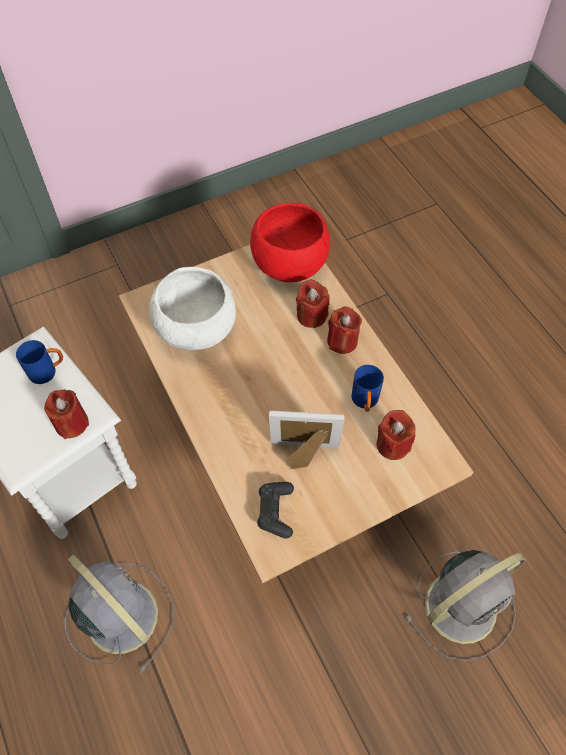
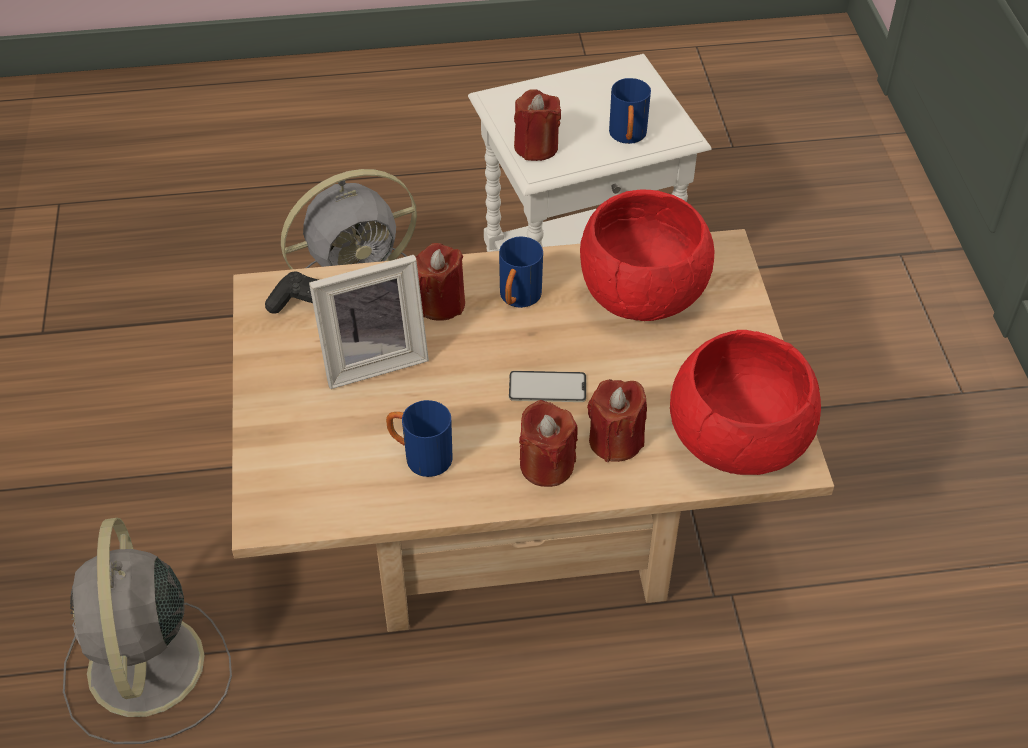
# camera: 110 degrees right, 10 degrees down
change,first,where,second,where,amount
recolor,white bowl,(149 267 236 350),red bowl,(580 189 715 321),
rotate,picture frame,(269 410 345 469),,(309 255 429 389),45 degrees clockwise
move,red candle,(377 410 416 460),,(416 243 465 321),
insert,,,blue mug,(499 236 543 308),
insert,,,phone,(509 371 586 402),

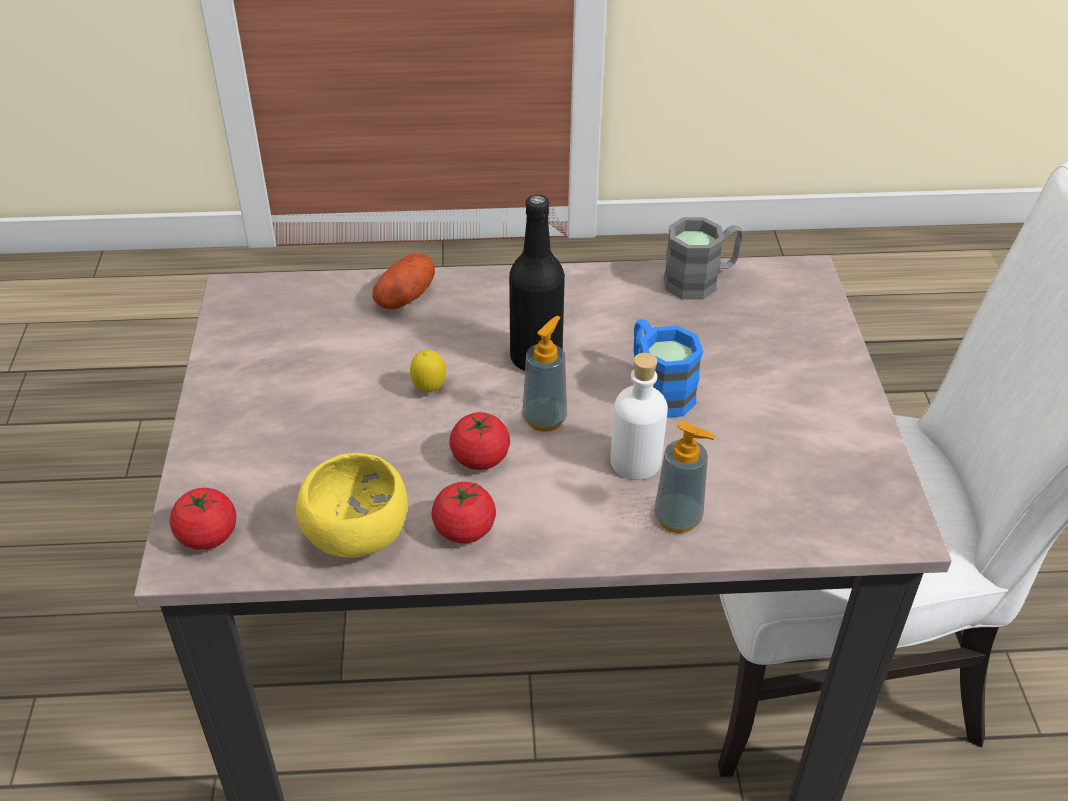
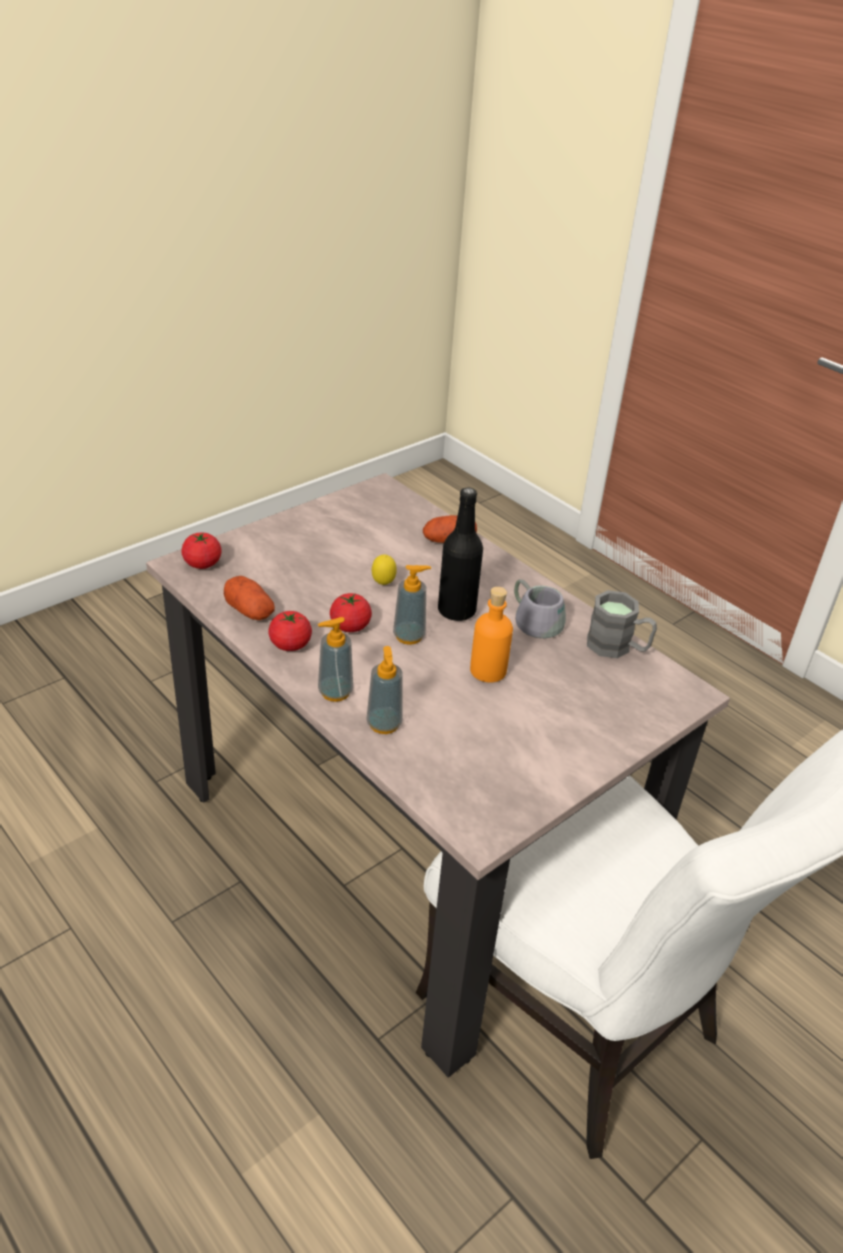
# camera: 50 degrees right, 5 degrees down
change,first,where,second,where,amount
replace,blue mug,(633 319 703 418),orange bottle,(470 587 513 683),
delete,white bottle,(610 353 668 480),,,
replace,yellow bowl,(296 453 408 557),potato,(224 576 275 620),
insert,,,grey mug,(514 579 566 638),
insert,,,soap dispenser,(318 617 353 702),

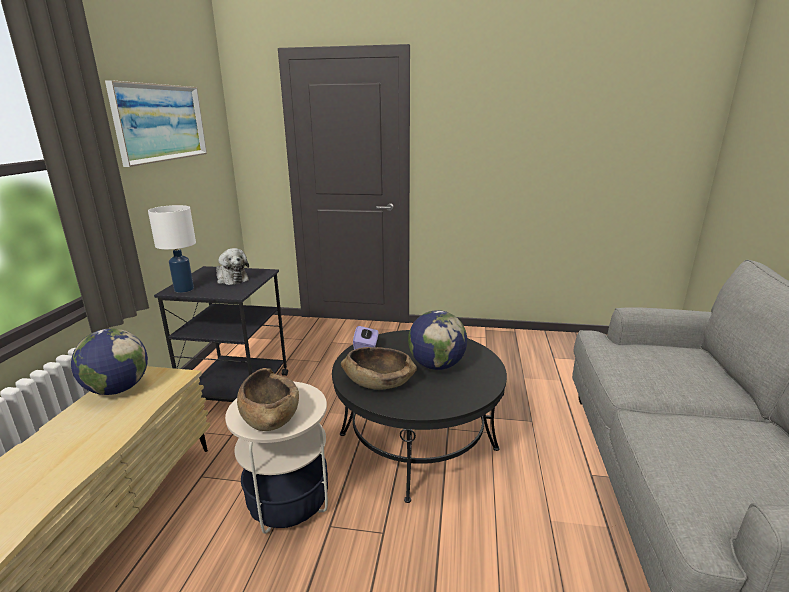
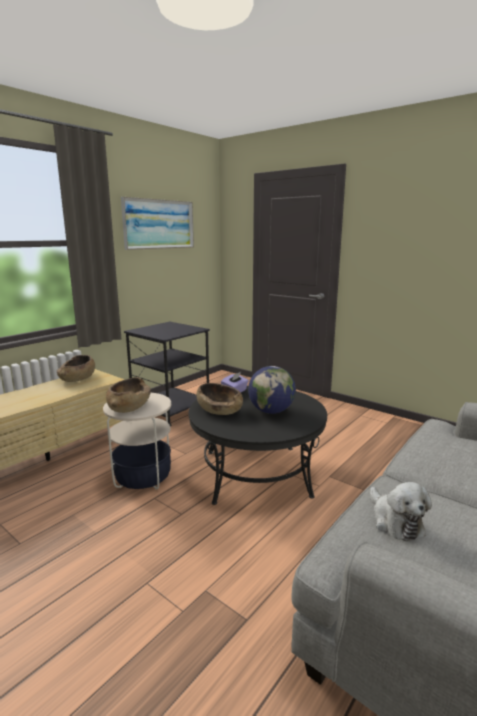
# camera: 30 degrees right, 5 degrees down
change,first,where,second,where,amount
delete,white table lamp,(148 205 196 293),,,
move,plush toy,(216 248 249 285),,(370 482 432 541),
replace,globe,(71 328 148 395),brown bowl,(57 355 95 382),

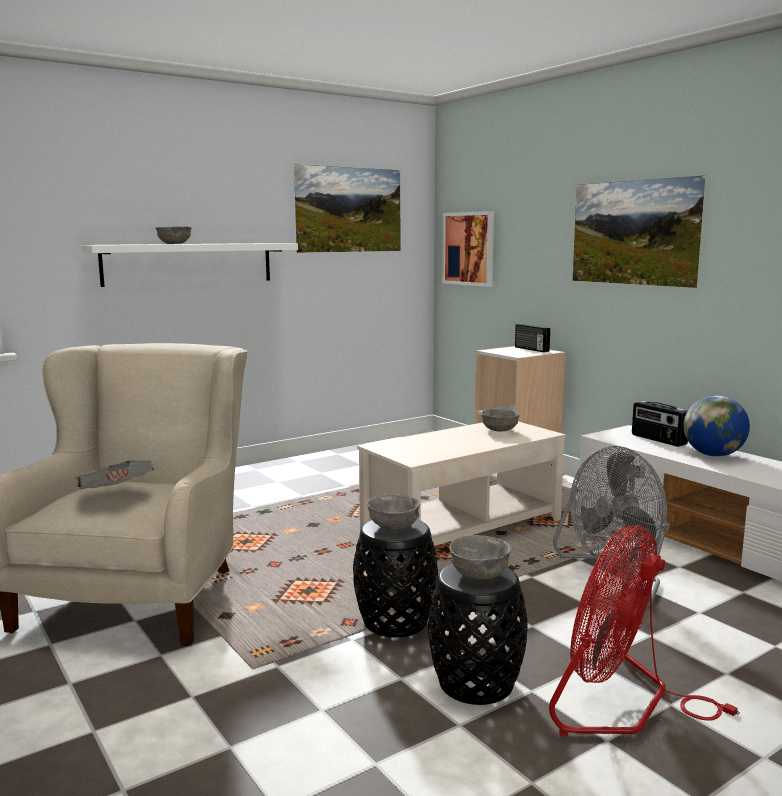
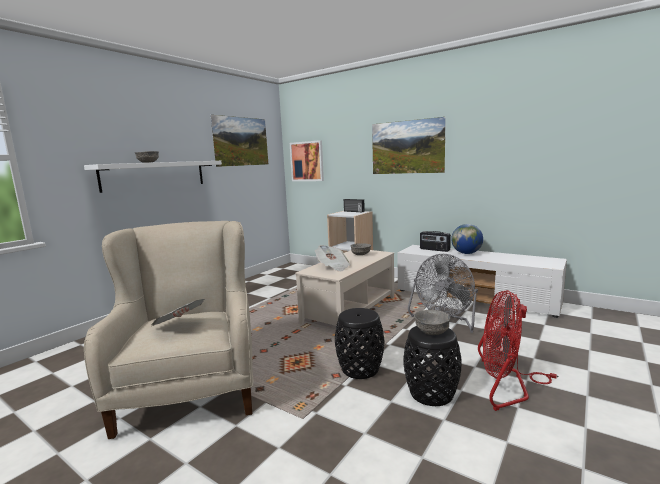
# camera: 20 degrees left, 0 degrees up
change,first,where,second,where,amount
delete,grey bowl,(367 494 420 531),,,
insert,,,newspaper,(315 245 351 272),

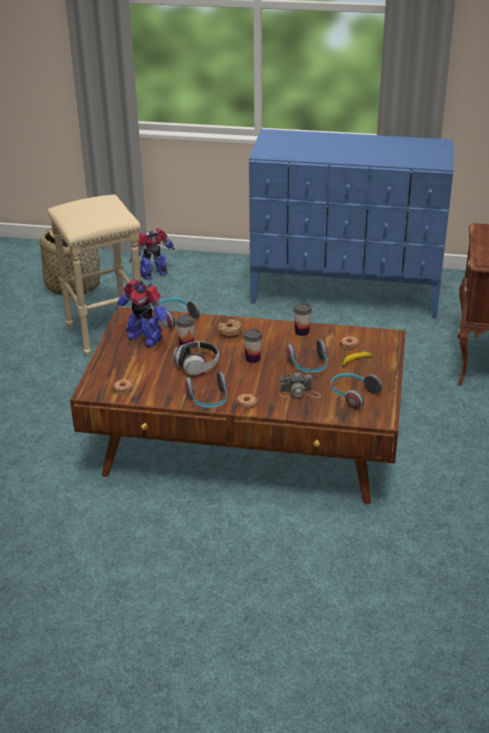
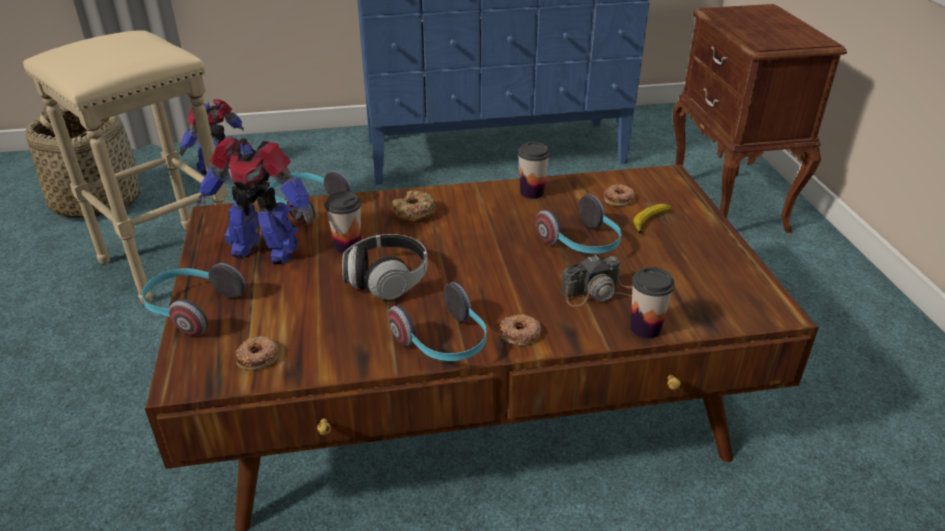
# camera: 20 degrees left, 0 degrees up
change,first,where,second,where,amount
move,cup,(243 329 263 363),,(630 267 675 339),
move,headphones,(331 373 382 409),,(142 263 246 336),

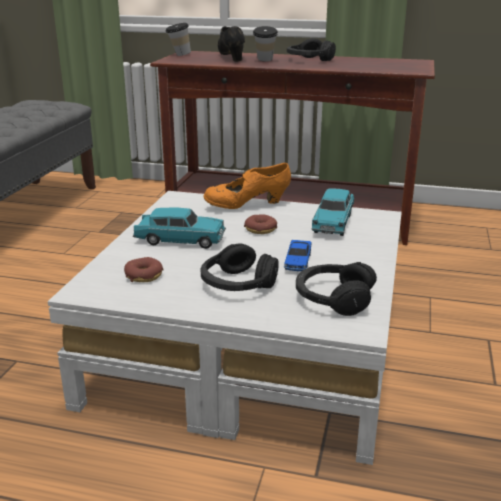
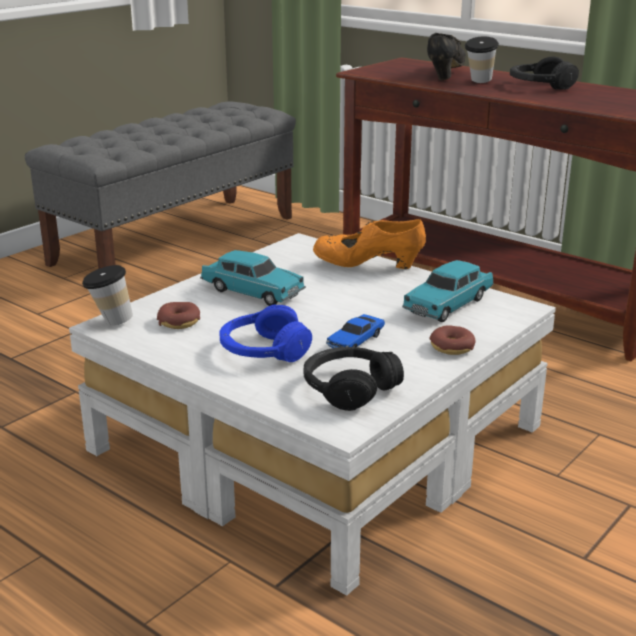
# camera: 25 degrees right, 0 degrees up
change,first,where,second,where,amount
move,cup,(165 23 191 56),,(82 265 133 326),
move,donut,(244 214 277 234),,(429 325 475 355),
recolor,black headphones,(201 244 279 291),blue headphones,(219 304 312 362),

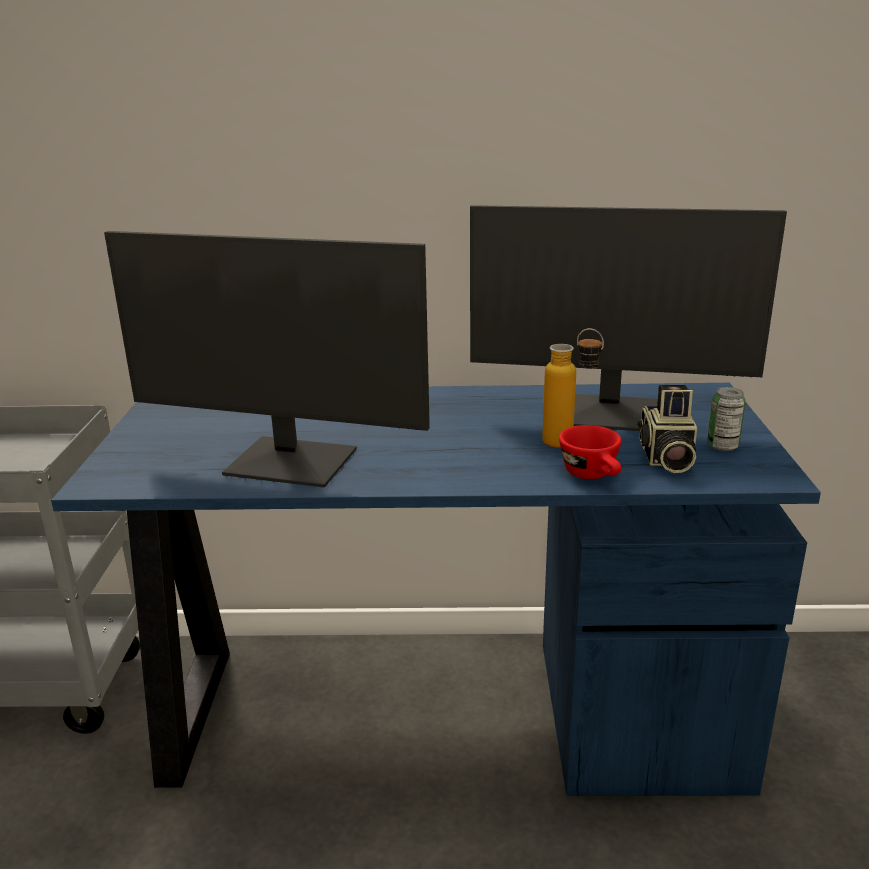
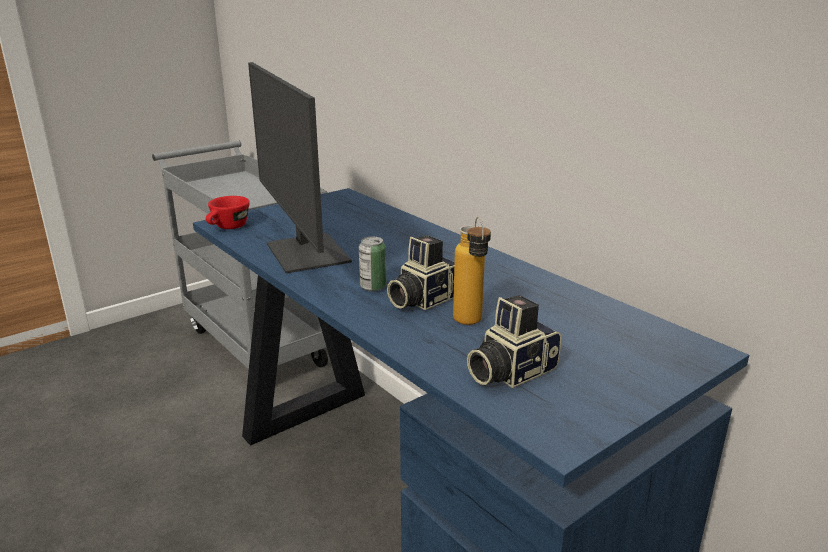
# camera: 50 degrees right, 0 degrees up
change,first,where,second,where,amount
delete,monitor,(470 205 787 431),,,
move,can,(707 387 746 451),,(359 237 386 292),
move,red cup,(559 425 621 479),,(206 196 250 229),
insert,,,photo camera,(387 235 454 310),

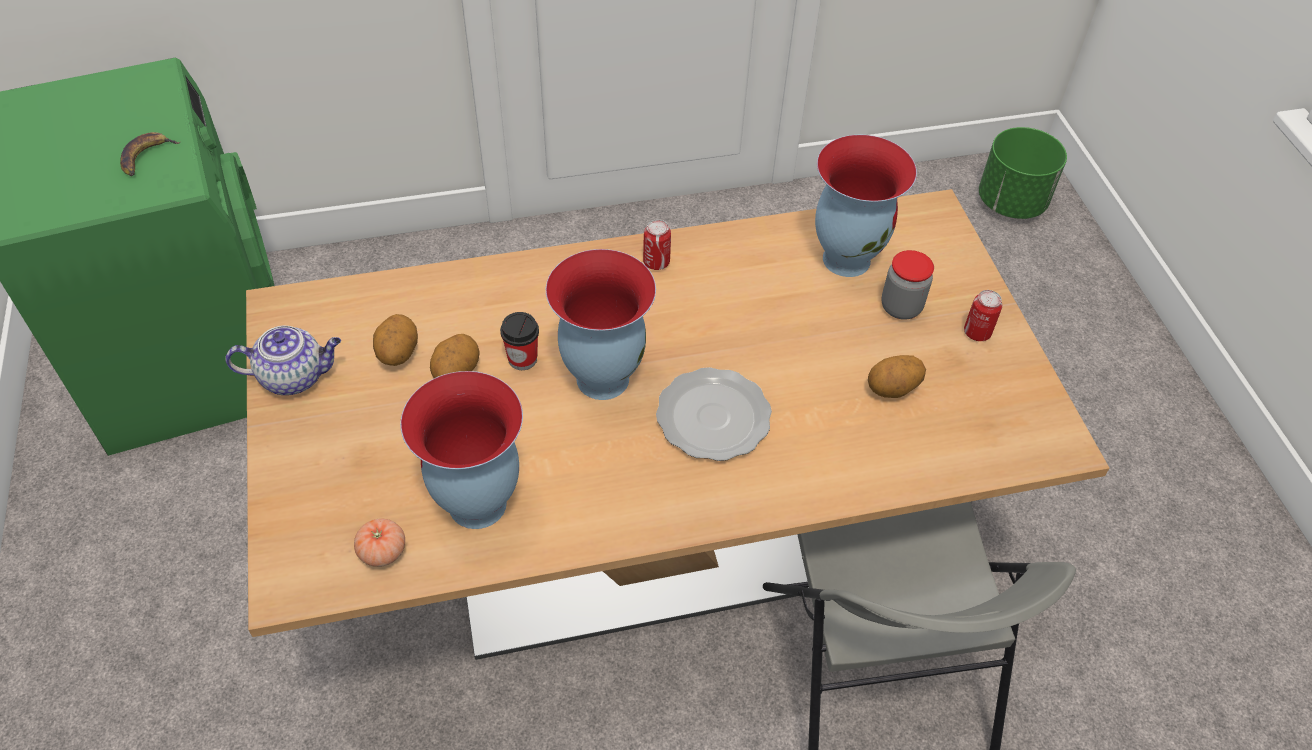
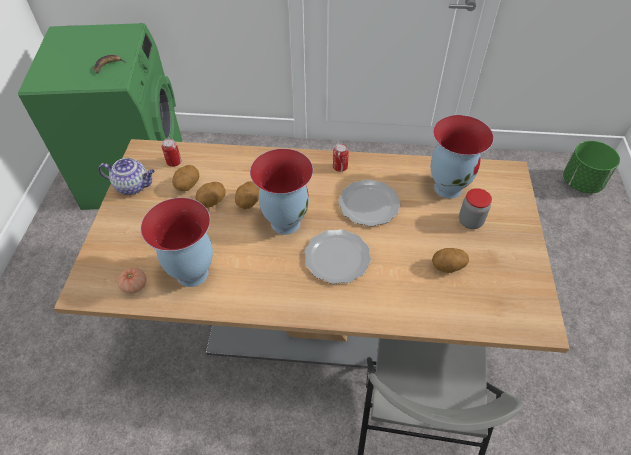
# camera: 20 degrees right, 0 degrees up
change,first,where,second,where,amount
move,can,(964 290 1002 341),,(162 138 181 167),
replace,cup,(500 312 539 370),potato,(235 181 260 209),
insert,,,plate,(338 180 401 226),

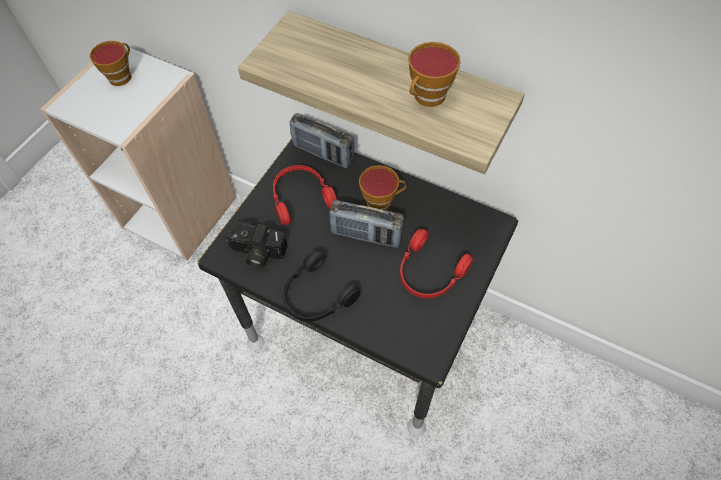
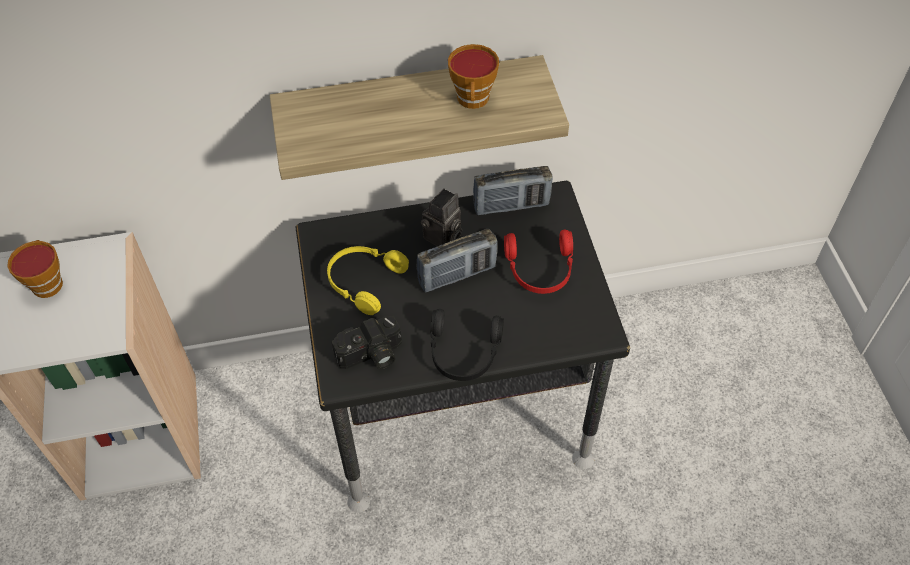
# camera: 40 degrees left, 5 degrees down
change,first,where,second,where,amount
move,radio,(290 113 355 169),,(473 166 553 215),
recolor,red headphones,(273 165 337 225),yellow headphones,(327 246 409 315),
replace,cup,(359 165 406 211),photo camera,(421 188 462 247),

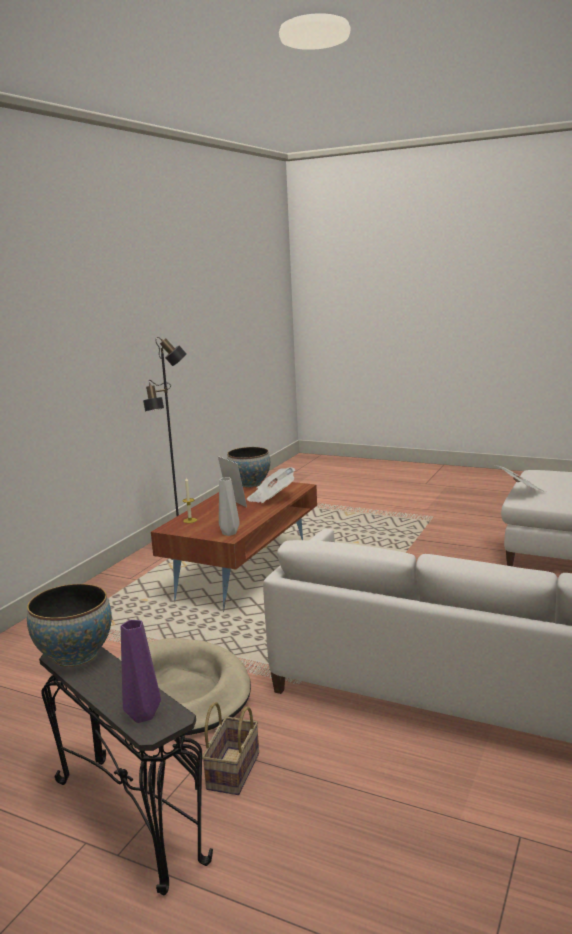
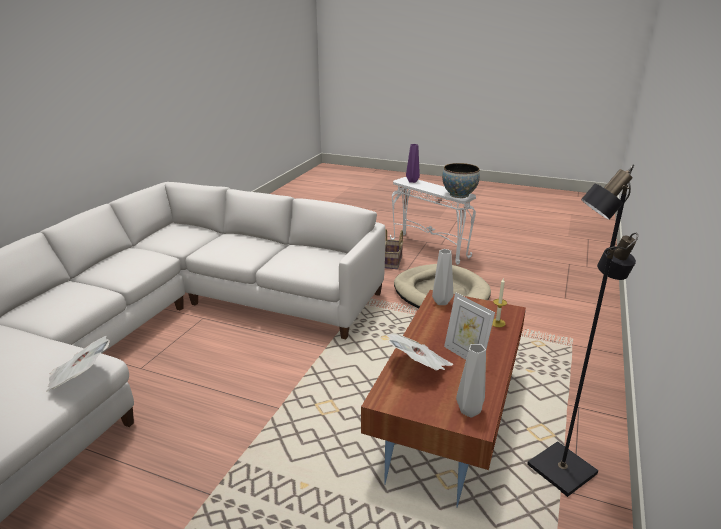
# camera: 175 degrees right, 10 degrees up
change,first,where,second,where,amount
replace,bowl,(227 447 270 487),grey vase,(456 344 486 418),
recolor,black side table,(39 646 213 895),white side table,(390 177 476 265),

